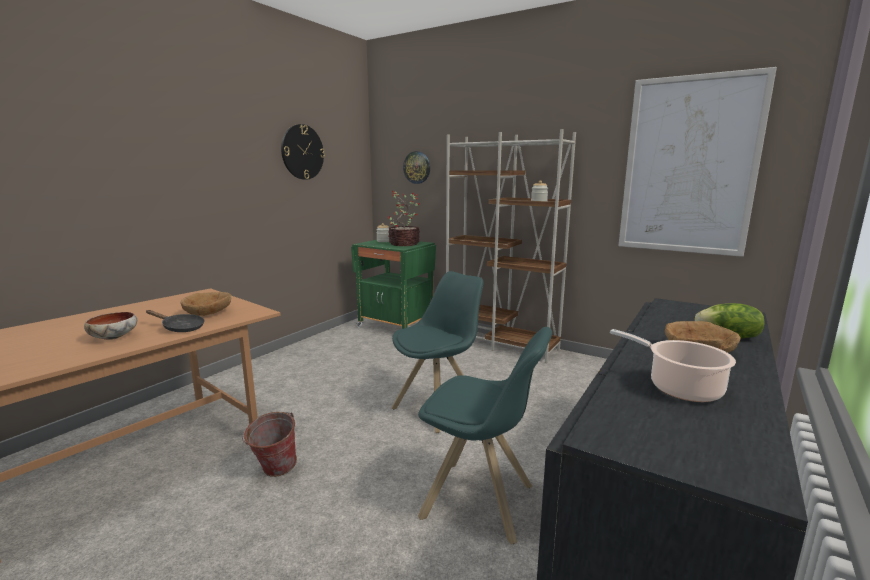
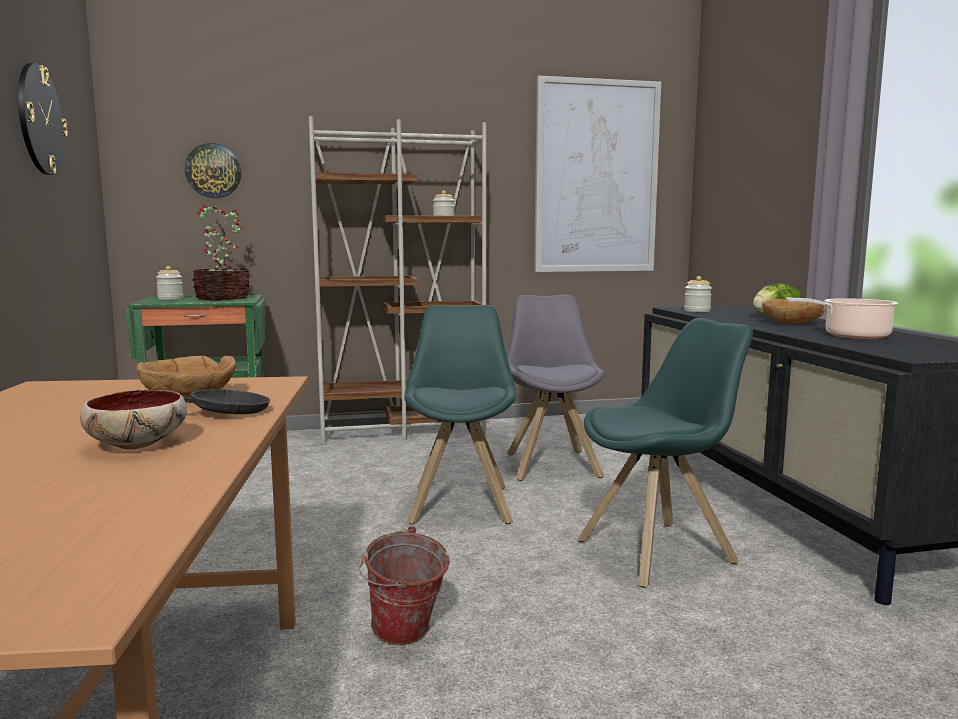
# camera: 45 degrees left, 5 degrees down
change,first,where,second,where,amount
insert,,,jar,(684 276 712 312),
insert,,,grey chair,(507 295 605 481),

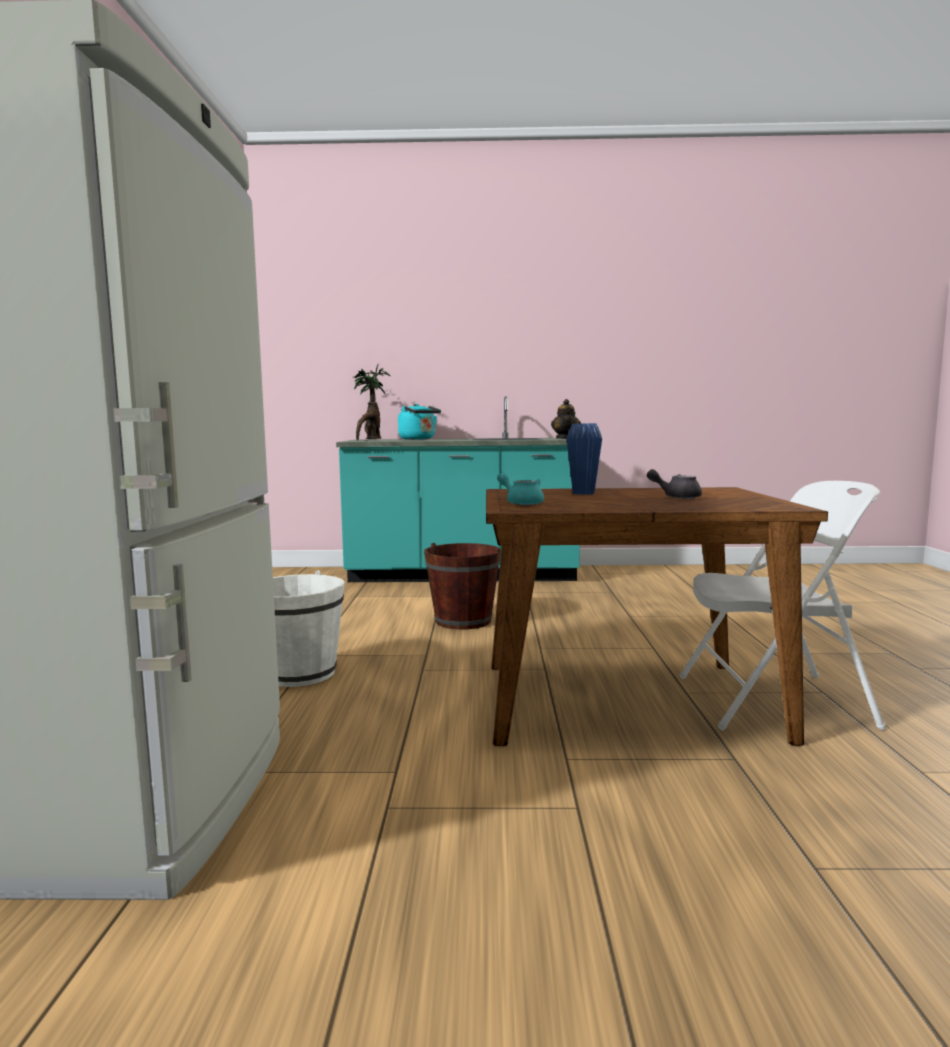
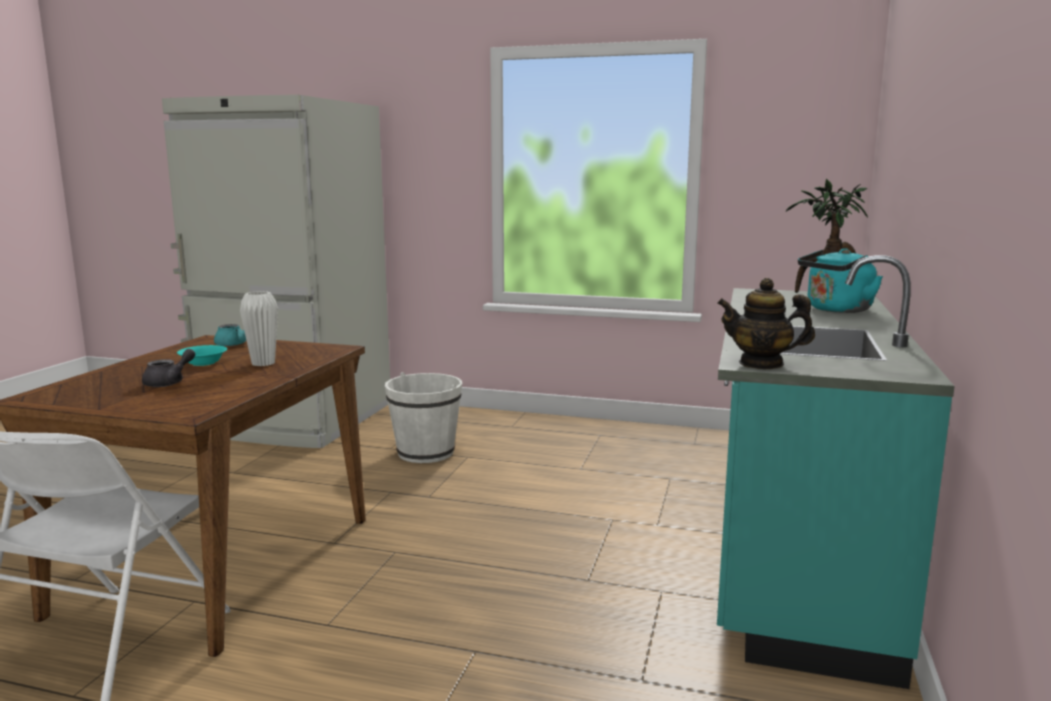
# camera: 105 degrees right, 5 degrees up
change,first,where,second,where,amount
recolor,blue vase,(567 423 602 495),white vase,(240 291 278 366),
delete,brown bucket,(424 543 501 630),,,
insert,,,turquoise bowl,(177 345 227 366),

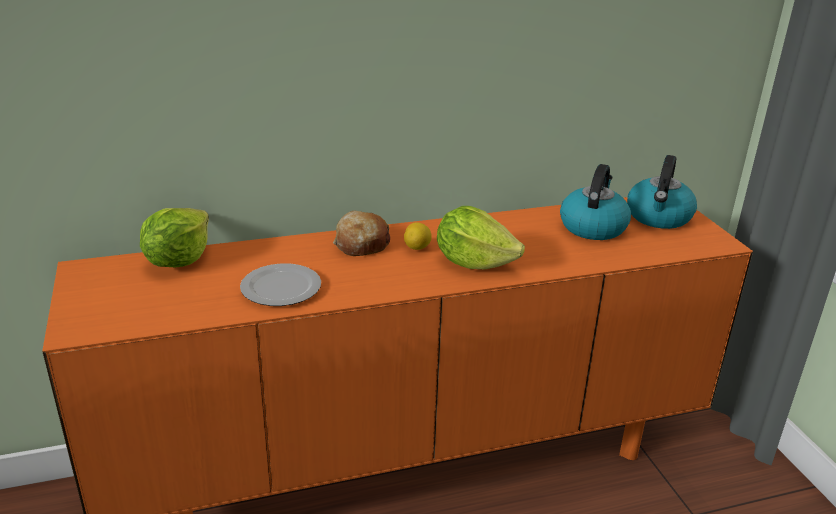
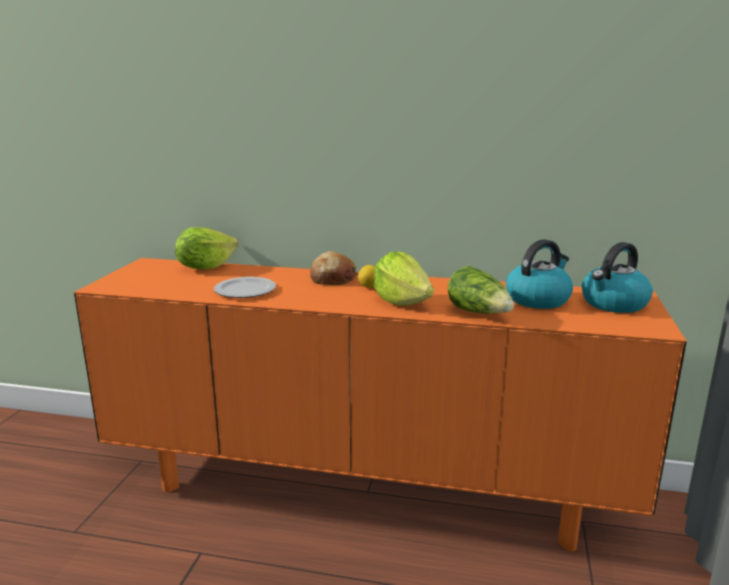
# camera: 30 degrees right, 10 degrees down
change,first,where,second,where,amount
insert,,,lettuce,(448 266 514 314),

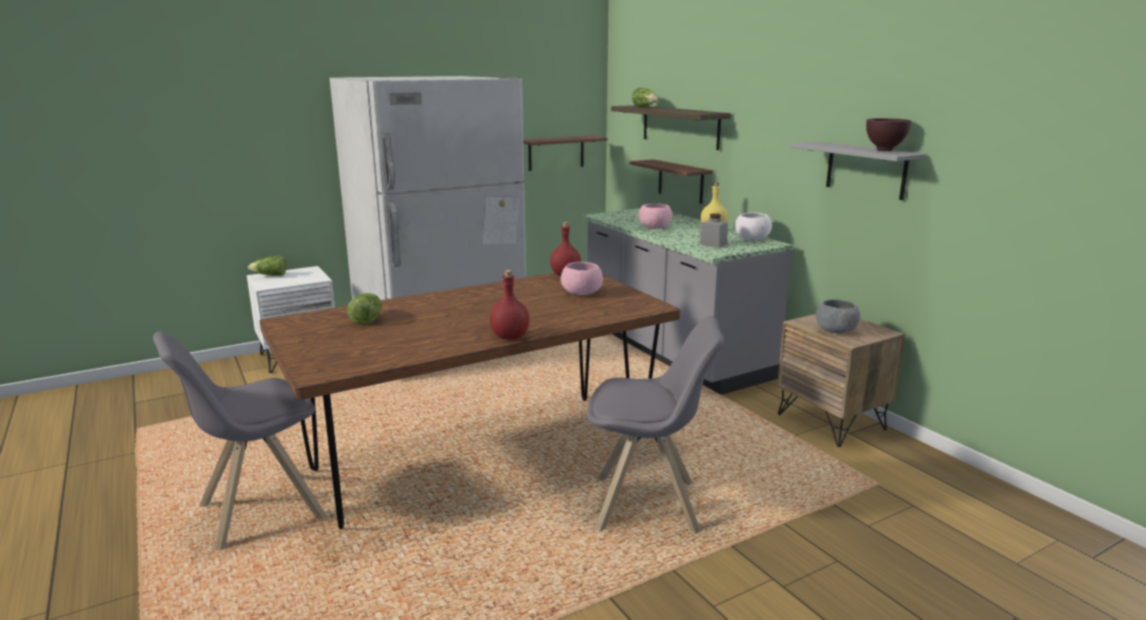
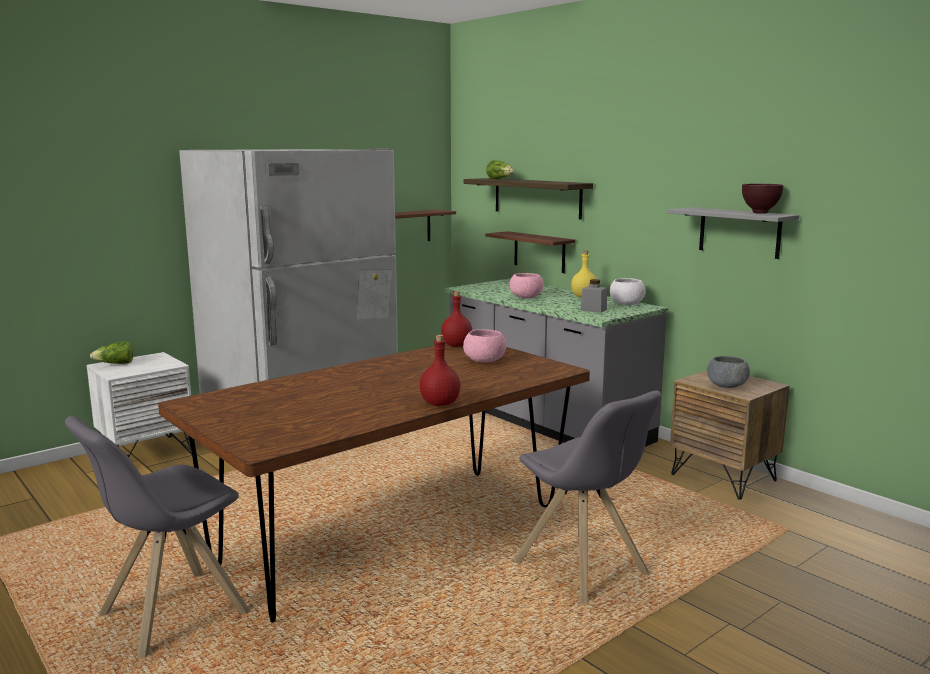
# camera: 10 degrees left, 5 degrees down
change,first,where,second,where,amount
delete,lettuce,(347 293 382 325),,,
rotate,grey chair,(587 316 724 534),,(514 391 661 604),60 degrees clockwise

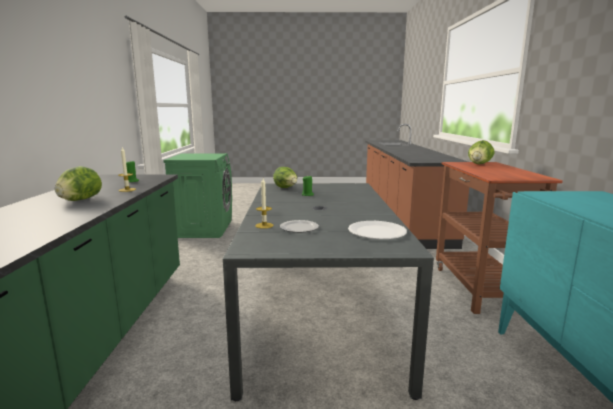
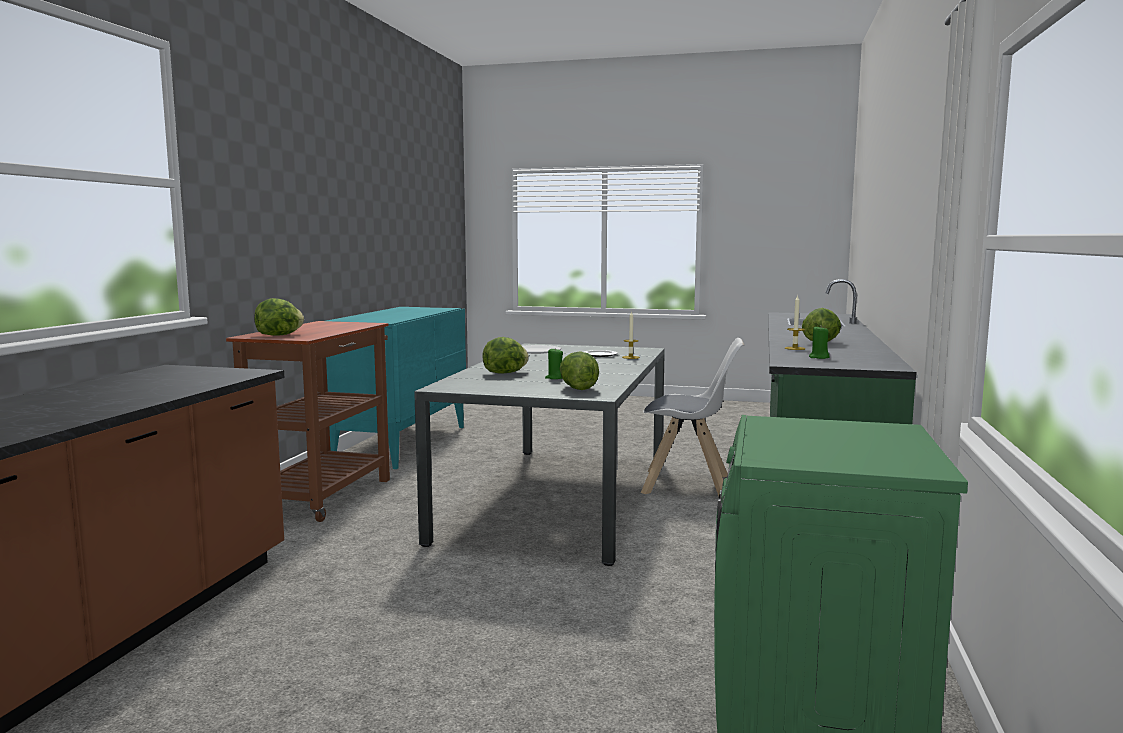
# camera: 165 degrees left, 5 degrees down
change,first,where,second,where,amount
insert,,,lettuce,(482 337 529 373),
insert,,,chair,(641 338 744 496),

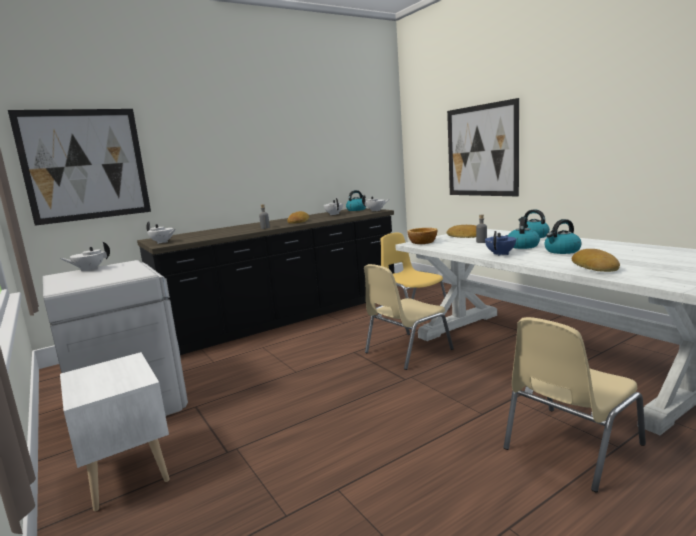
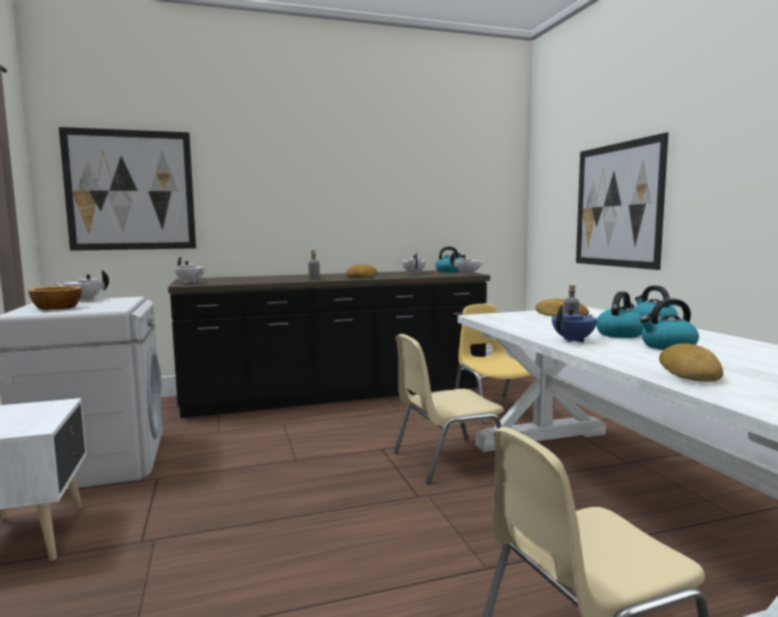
# camera: 15 degrees right, 5 degrees down
change,first,where,second,where,amount
move,bowl,(407 228 437 244),,(28 286 82 310),

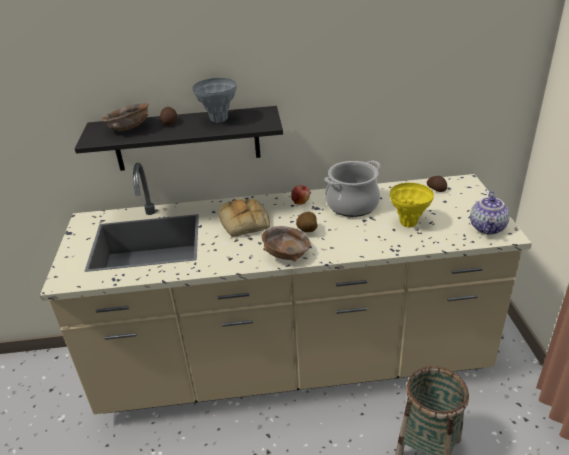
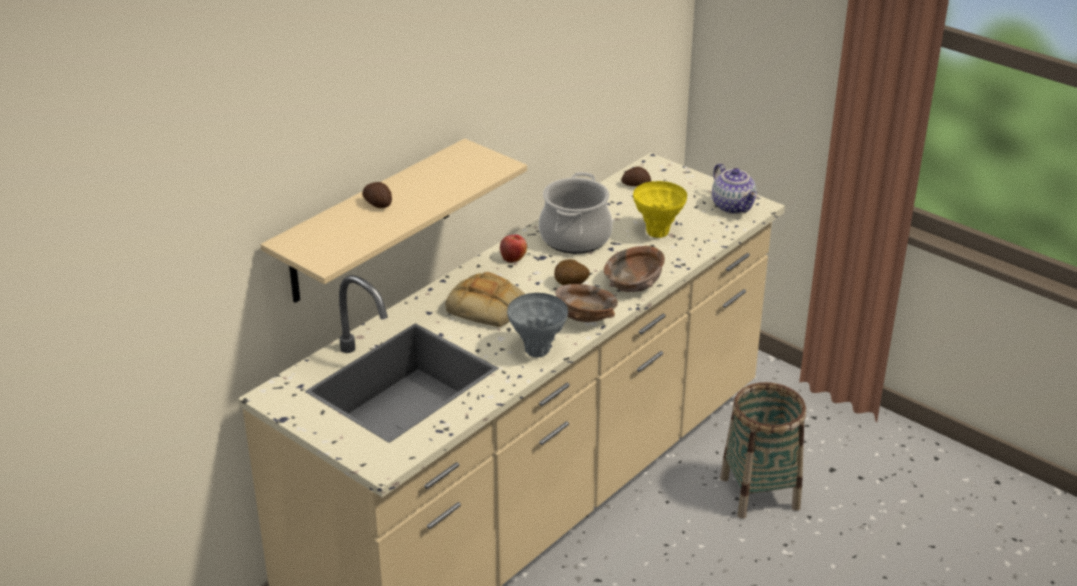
# camera: 45 degrees left, 0 degrees up
change,first,where,second,where,amount
move,grey vase,(193 78 237 123),,(507 293 568 357),
move,brown bowl,(101 103 149 131),,(604 246 665 292),
recolor,black shelf,(75 106 283 171),beige shelf,(261 139 527 303),

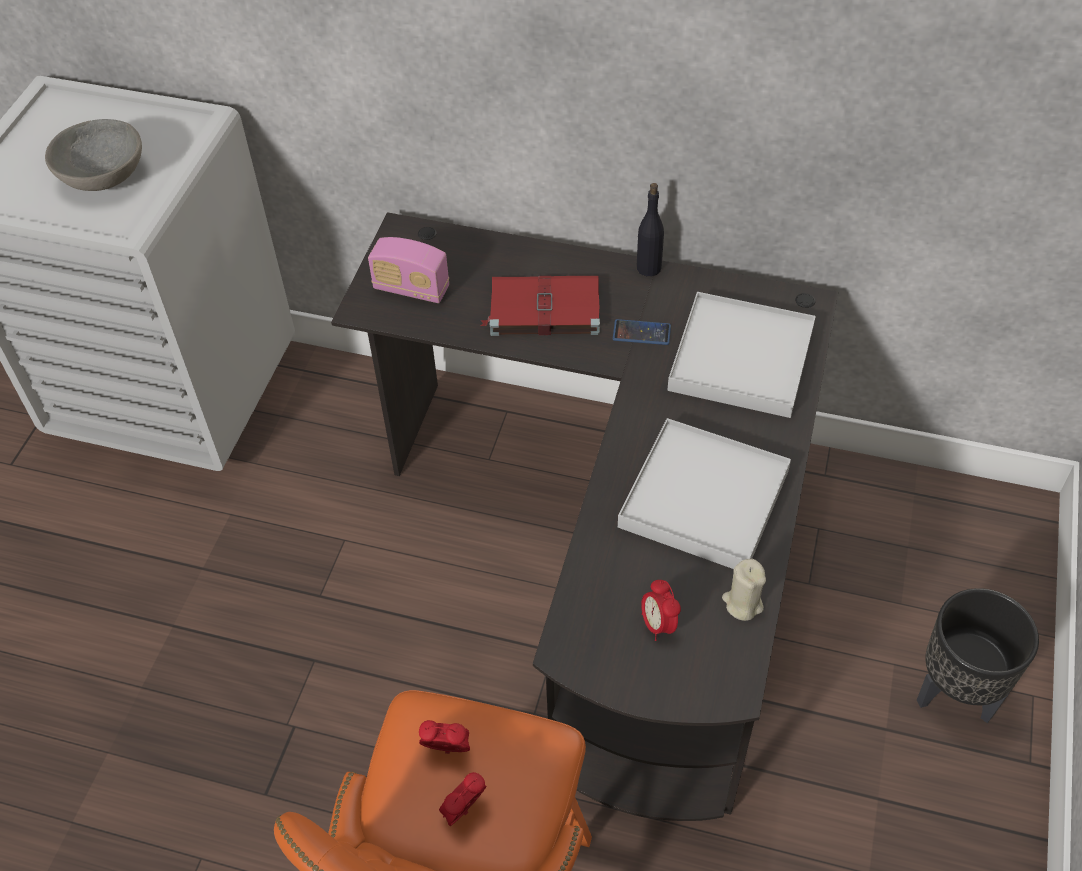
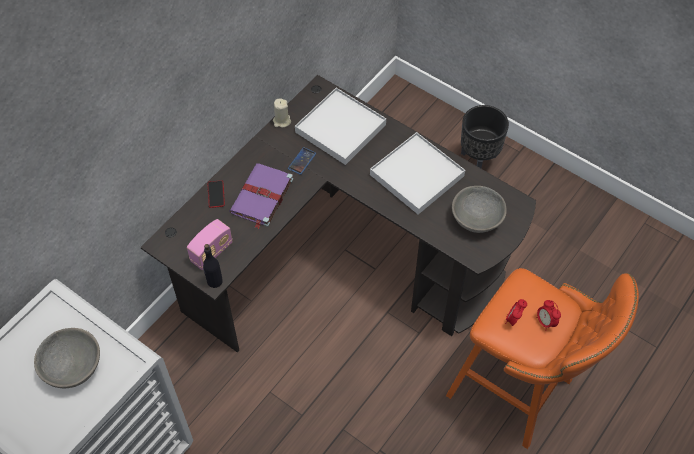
# camera: 70 degrees left, 5 degrees up
change,first,where,second,where,amount
move,black bottle,(637 183 664 277),,(203 244 223 288),
recolor,red book,(480 275 600 336),purple book,(229 163 293 229),
move,beige candle,(722 559 766 621),,(273 99 291 128),
replace,alarm clock,(641 580 681 641),grey bowl,(452 186 507 233),
insert,,,phone,(208 180 225 208),

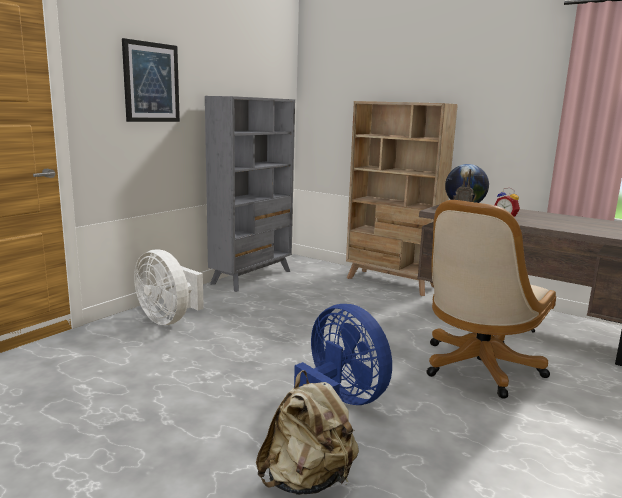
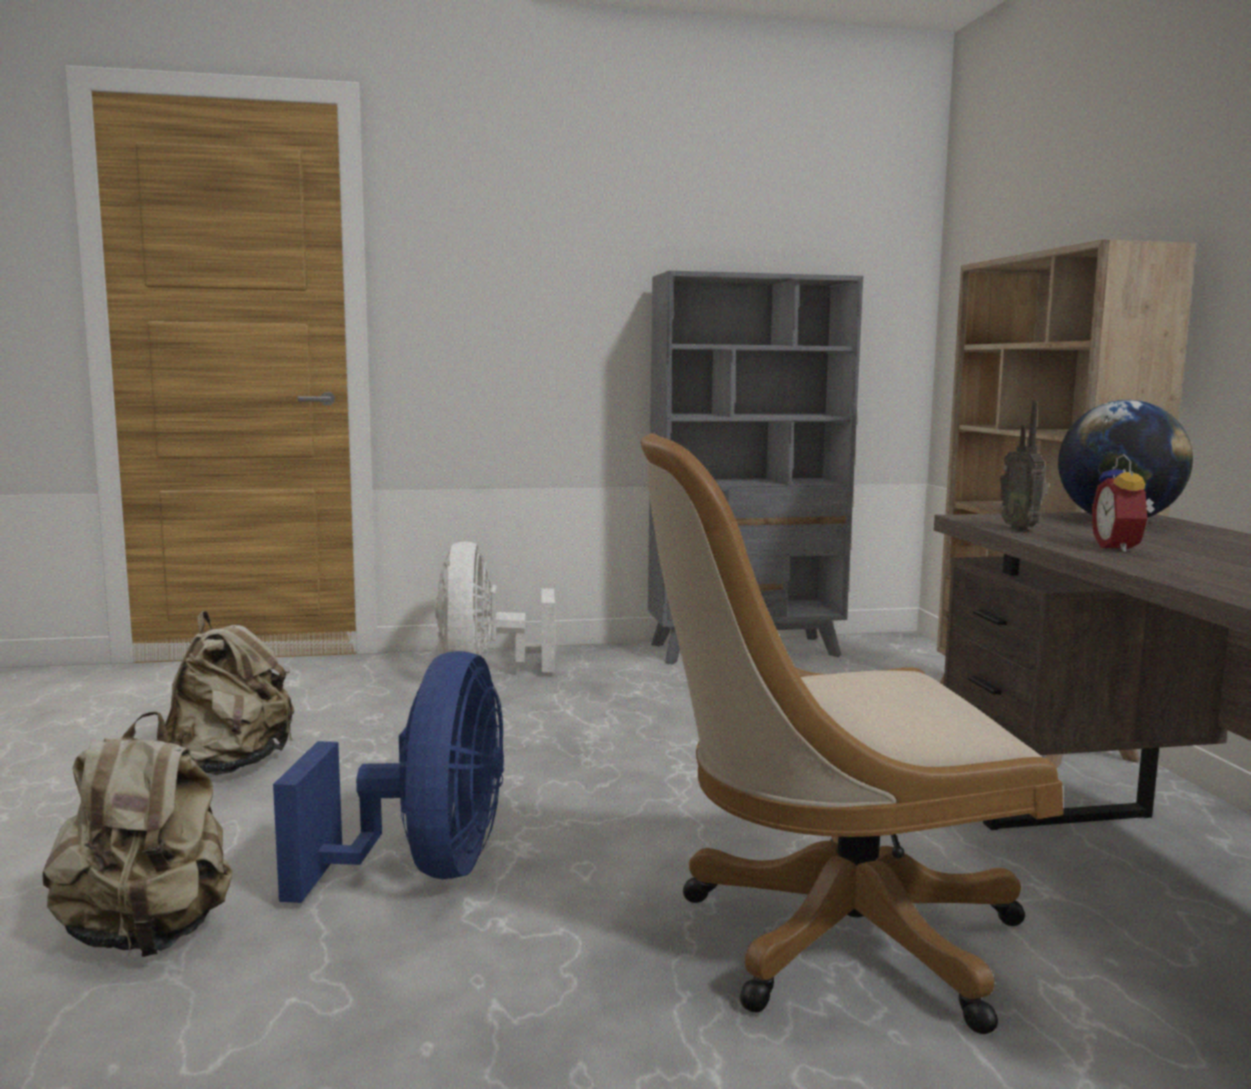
# camera: 45 degrees right, 5 degrees down
change,first,where,second,where,amount
delete,picture,(122 38 180 122),,,
insert,,,beige backpack,(165 611 294 775),

